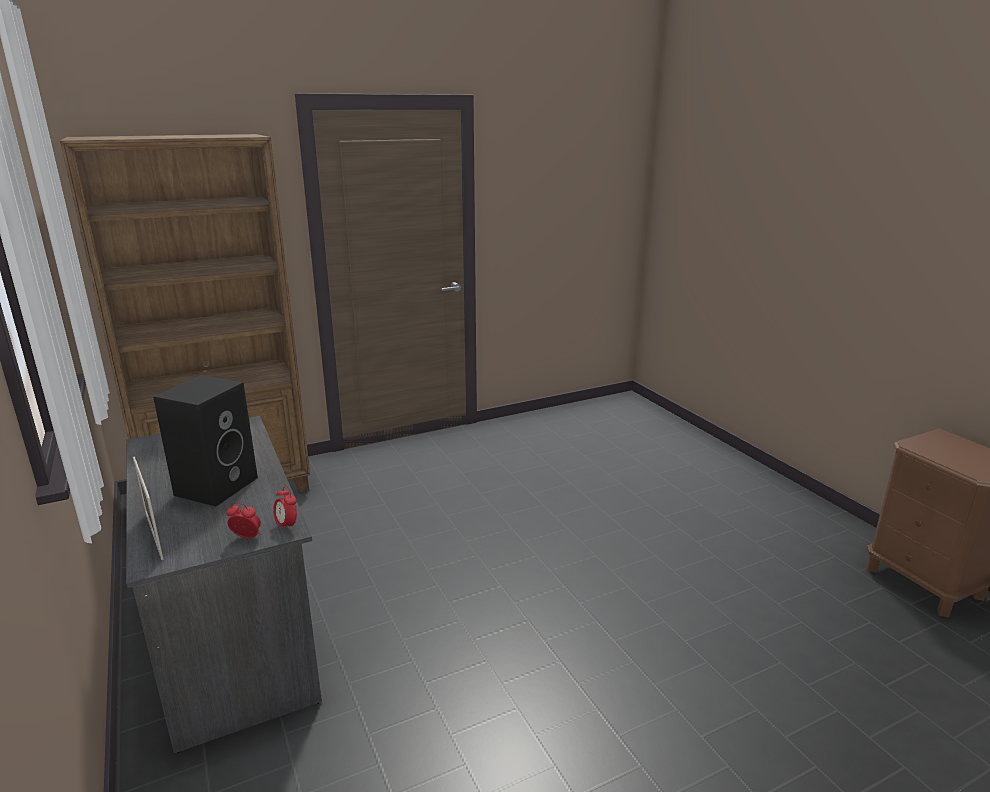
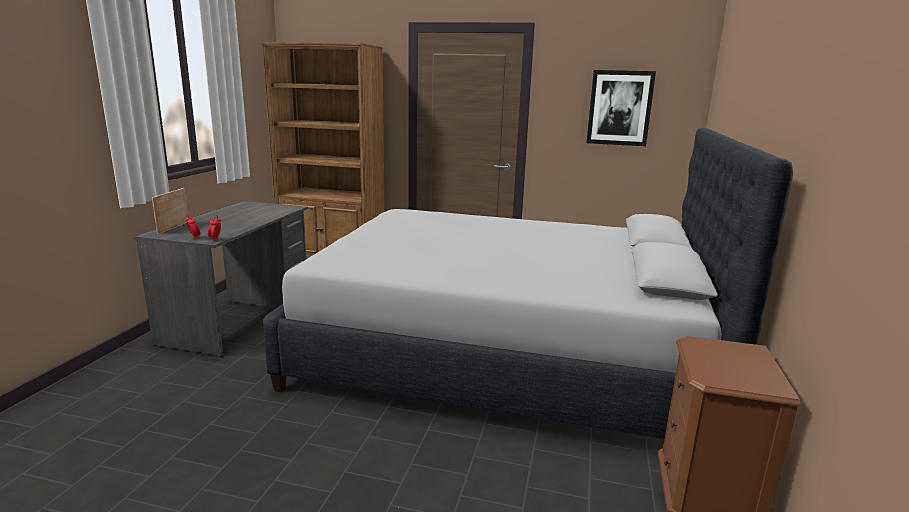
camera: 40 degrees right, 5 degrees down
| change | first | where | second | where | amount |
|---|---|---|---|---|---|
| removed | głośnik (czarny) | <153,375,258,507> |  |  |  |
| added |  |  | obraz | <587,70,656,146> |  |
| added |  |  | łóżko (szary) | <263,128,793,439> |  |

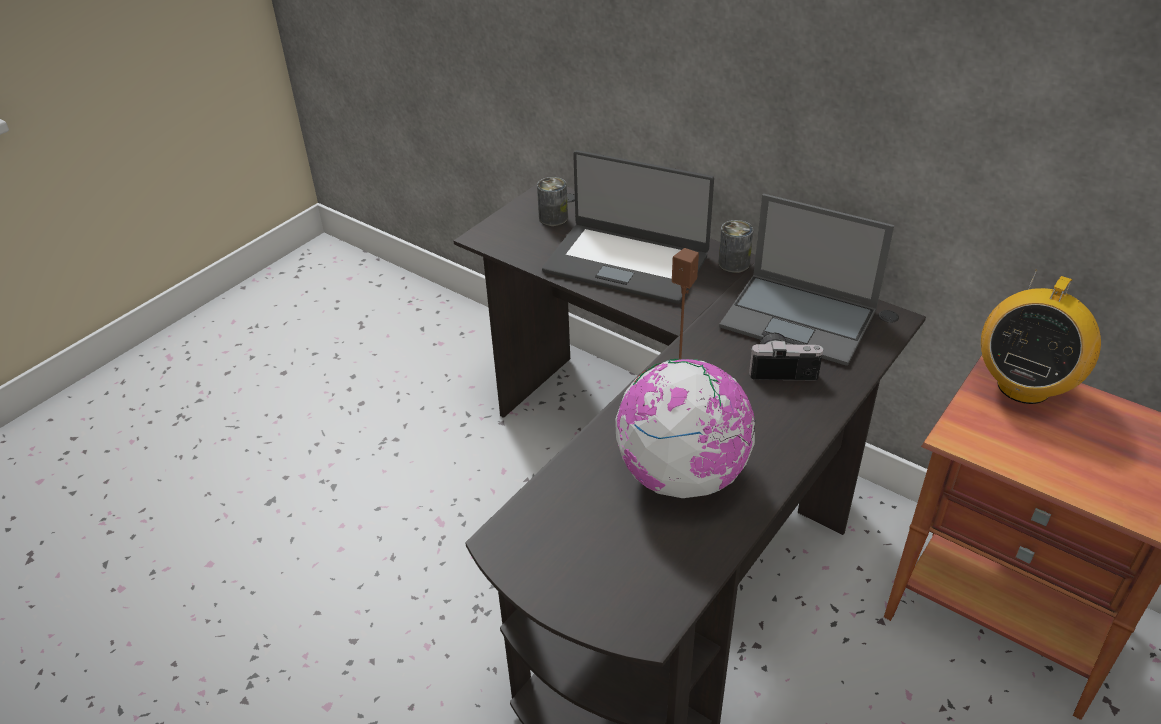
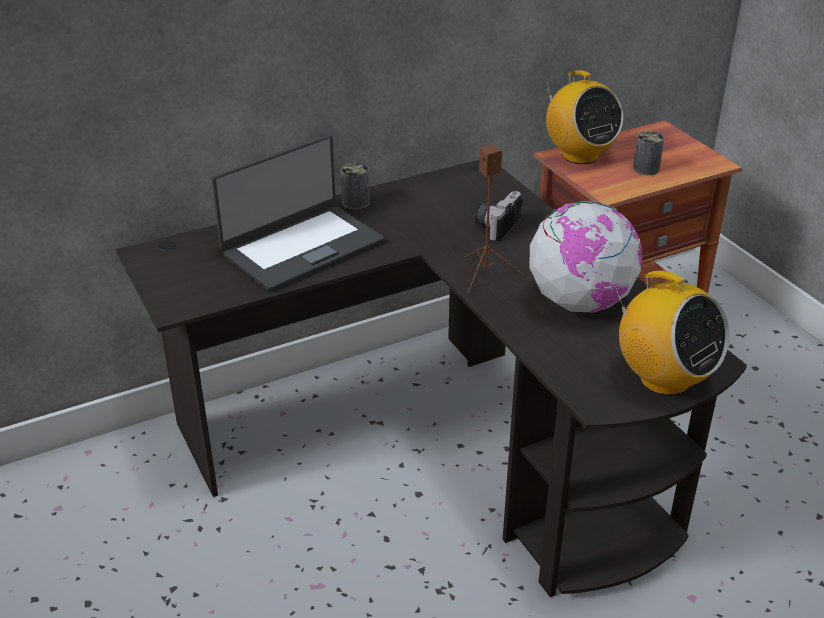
camera: 65 degrees left, 5 degrees down
| change | first | where | second | where | amount |
|---|---|---|---|---|---|
| moved | puszka | <537,177,568,226> |  | <633,131,664,175> |  |
| removed | laptop | <719,194,894,366> |  |  |  |
| added |  |  | radio | <615,271,729,396> |  |

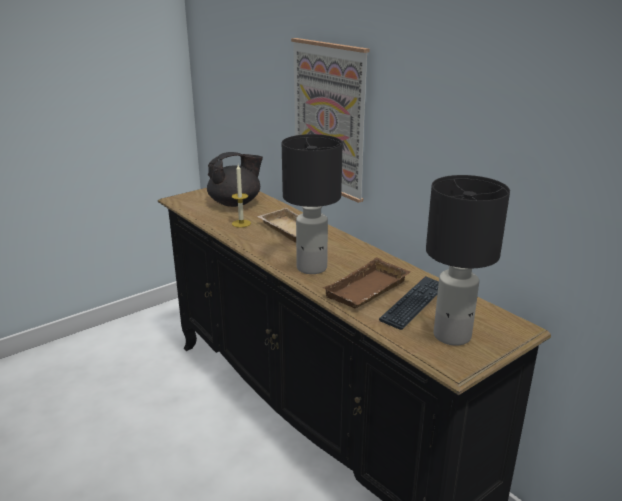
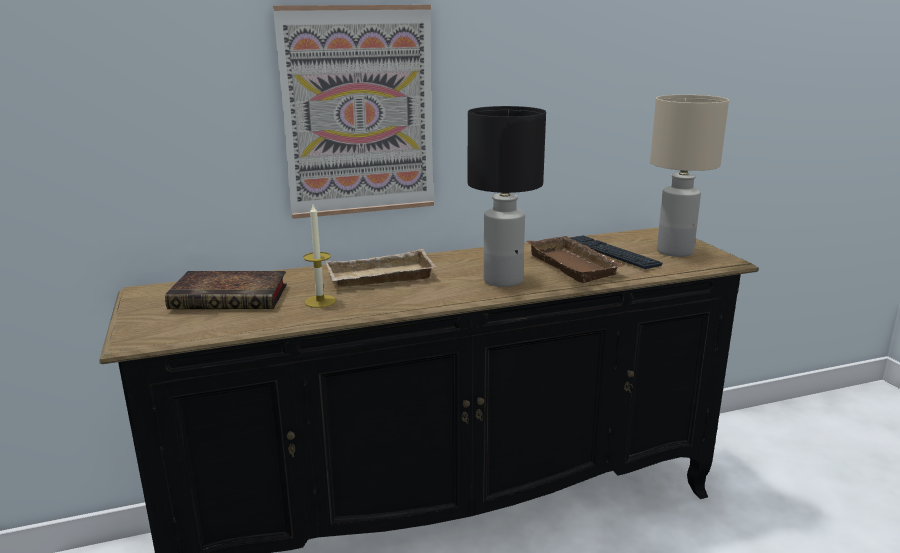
camera: 70 degrees left, 5 degrees down
| change | first | where | second | where | amount |
|---|---|---|---|---|---|
| replaced | imbryk (czarny) | <207,152,263,207> | książka | <165,271,287,309> |  |
| recoloured | lampa stołowa (czarny) | <426,175,510,346> | lampa stołowa (beżowy) | <650,95,729,257> |  |

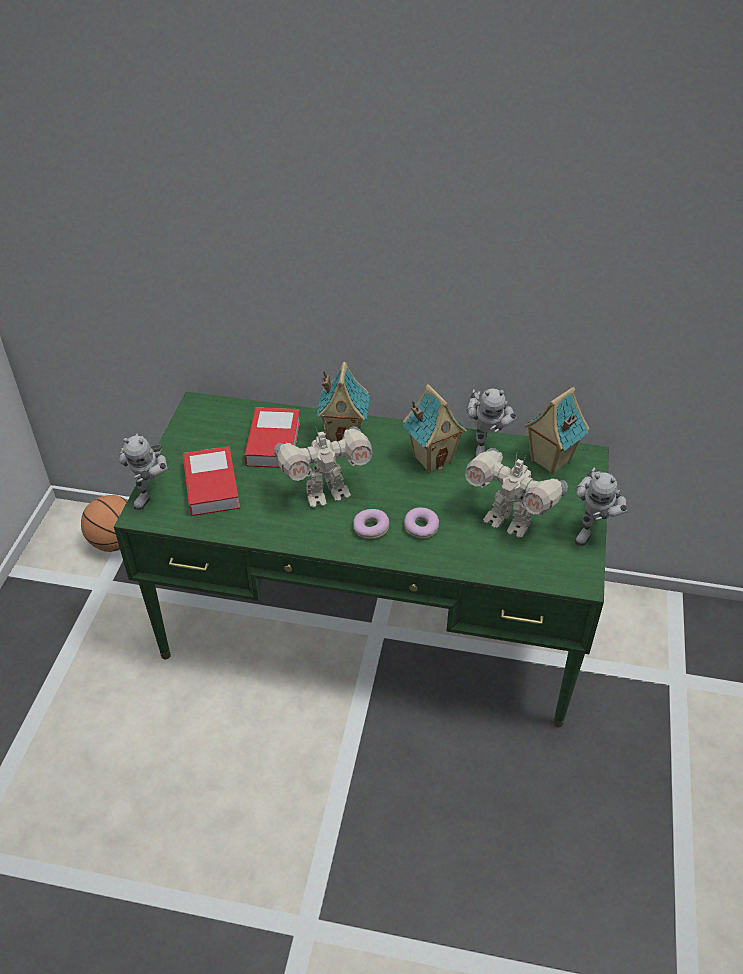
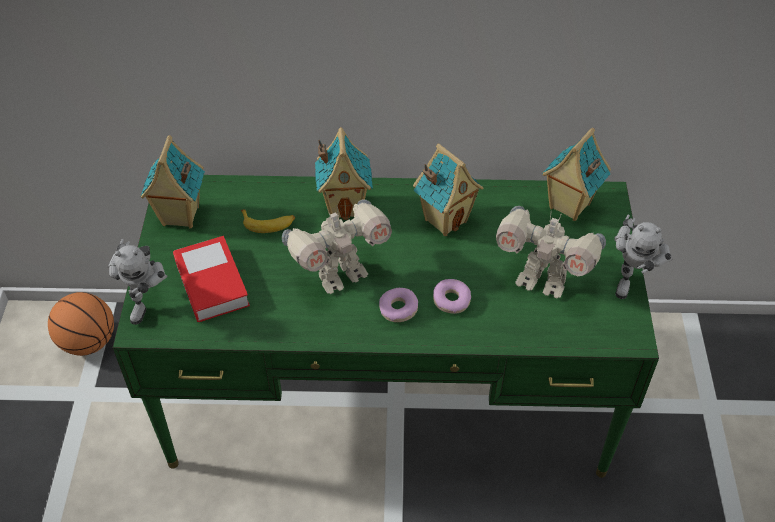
camera: 10 degrees left, 5 degrees up
| change | first | where | second | where | amount |
|---|---|---|---|---|---|
| removed | robot zabawkowy | <466,389,517,457> |  |  |  |
| replaced | książka | <244,407,300,468> | banan | <241,209,295,233> |  |
| added |  |  | domek | <141,135,205,228> |  |

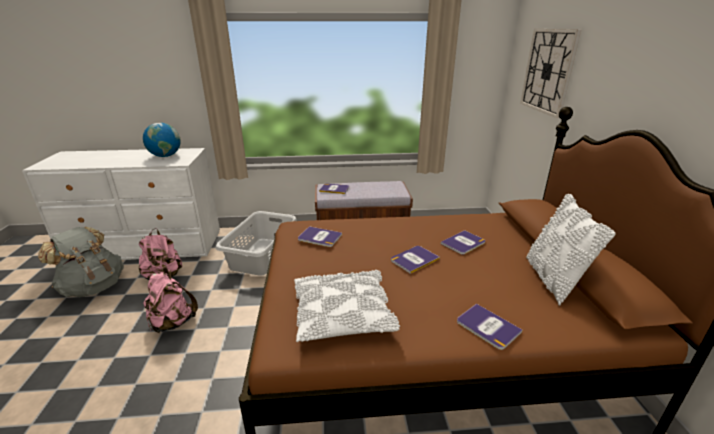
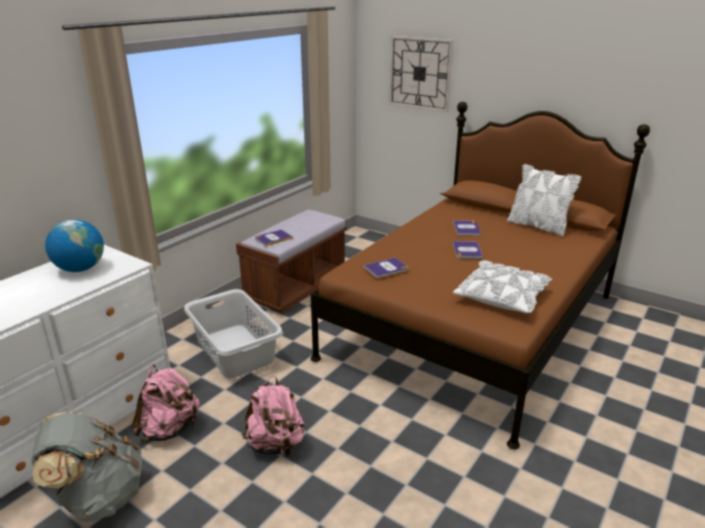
camera: 50 degrees left, 0 degrees up
| change | first | where | second | where | amount |
|---|---|---|---|---|---|
| removed | książka | <457,304,522,350> |  |  |  |

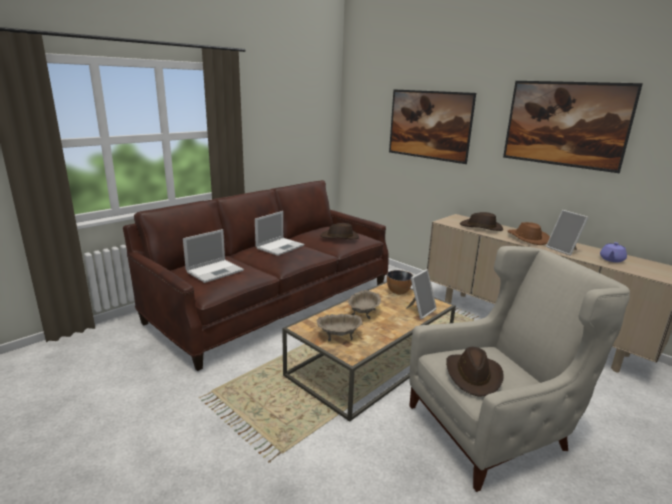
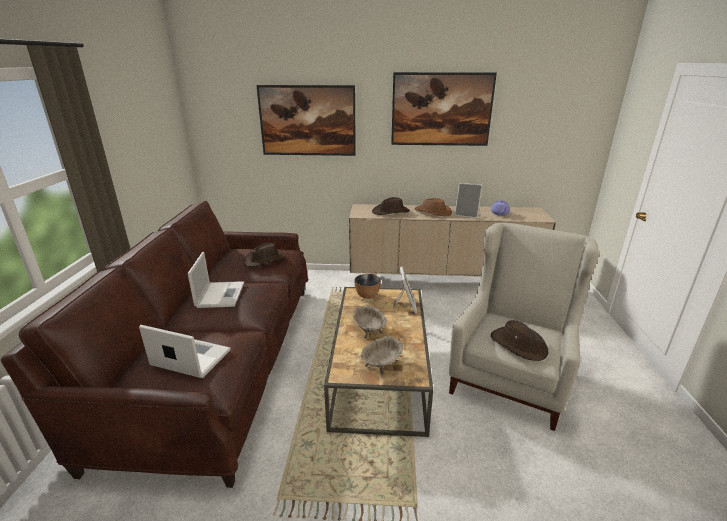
camera: 40 degrees left, 5 degrees up
| change | first | where | second | where | amount |
|---|---|---|---|---|---|
| turned | laptop | <183,229,244,283> |  | <139,325,231,378> | 75 degrees counterclockwise |

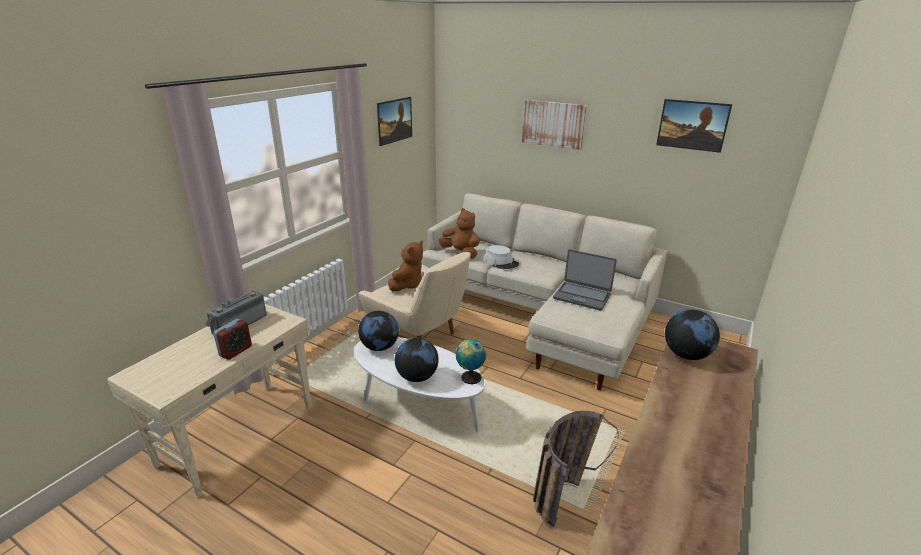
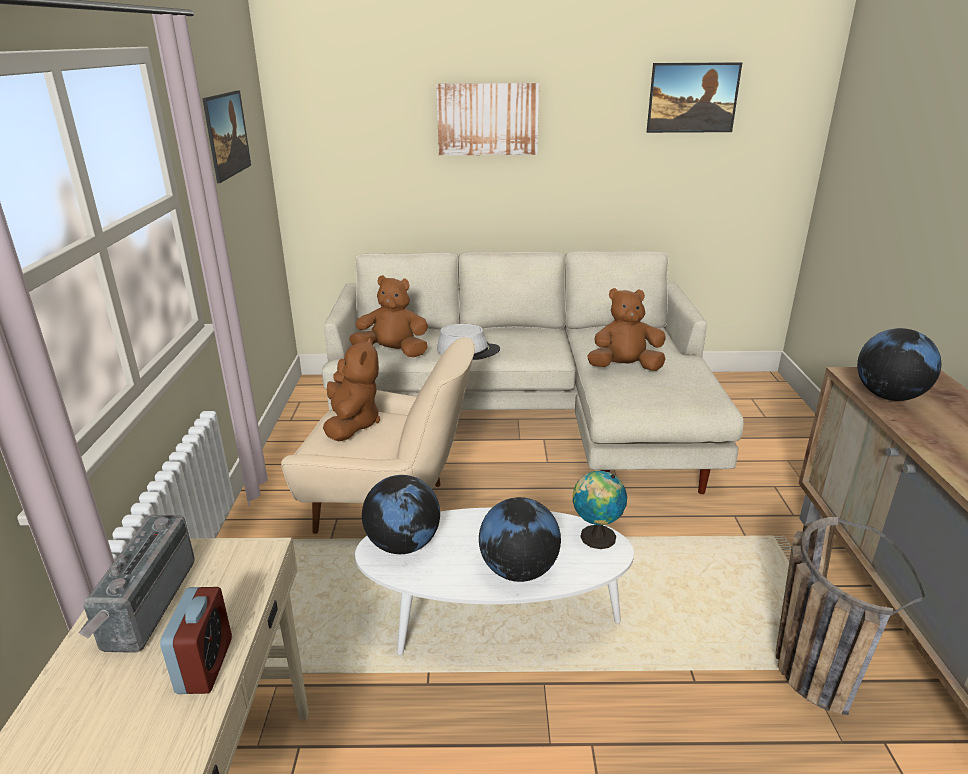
camera: 30 degrees left, 0 degrees up
| change | first | where | second | where | amount |
|---|---|---|---|---|---|
| replaced | laptop | <553,249,617,311> | pluszak (brązowy) | <587,288,666,371> |  |

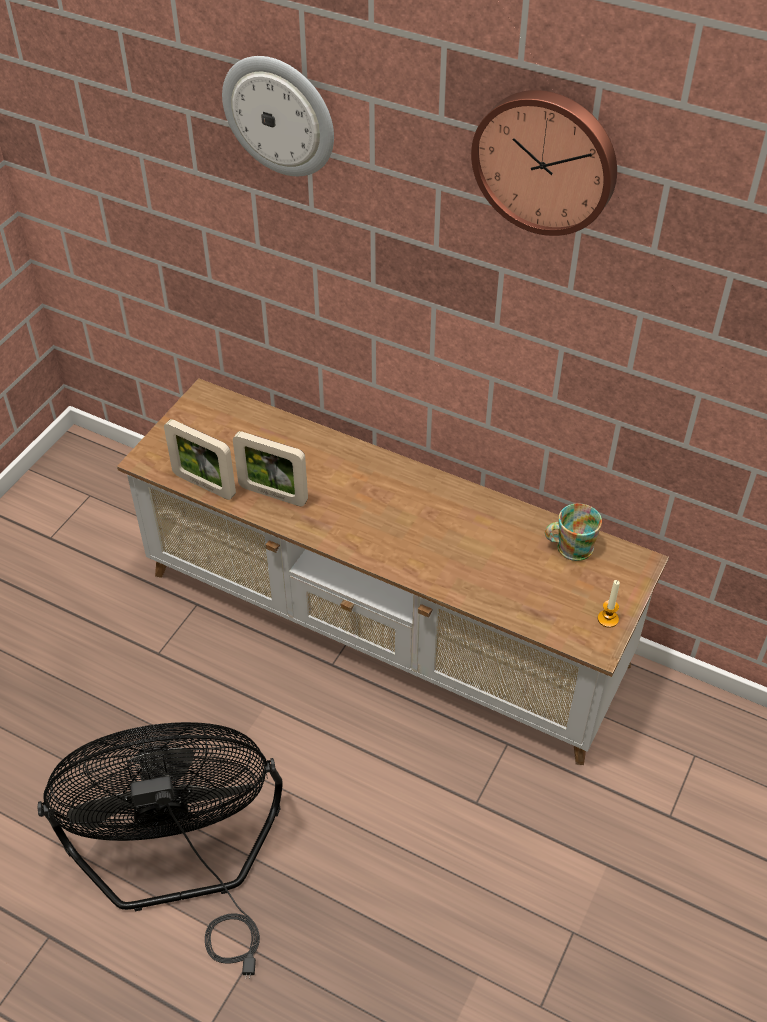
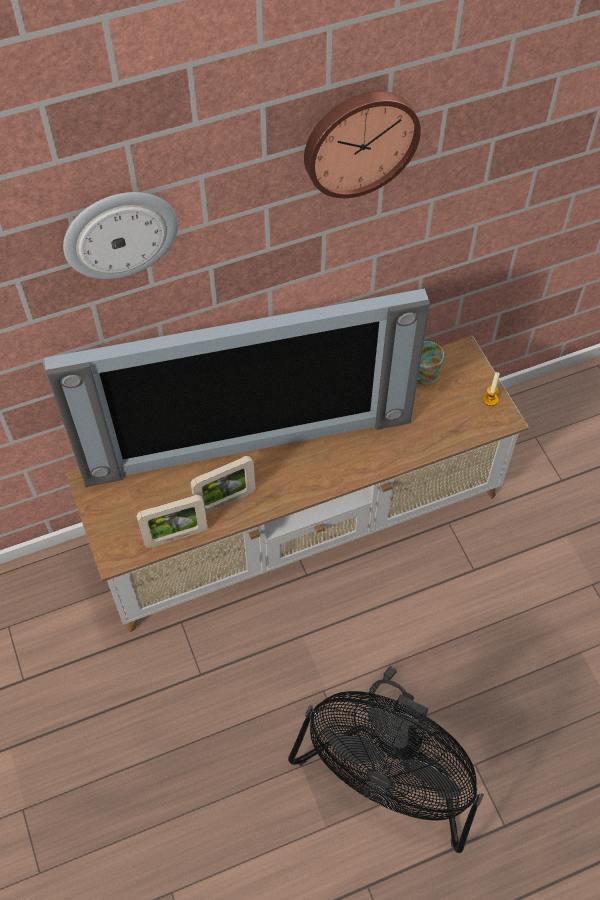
camera: 50 degrees left, 10 degrees up
| change | first | where | second | where | amount |
|---|---|---|---|---|---|
| turned | wentylator (czarny) | <38,722,283,975> |  | <288,665,483,853> | 90 degrees counterclockwise |
| added |  |  | telewizor | <44,289,430,487> |  |

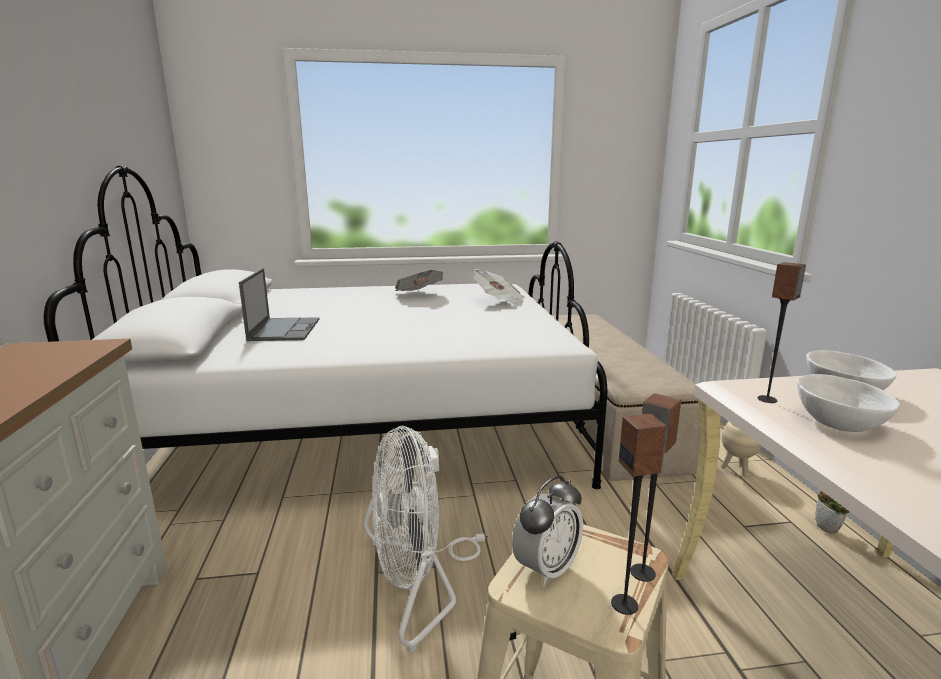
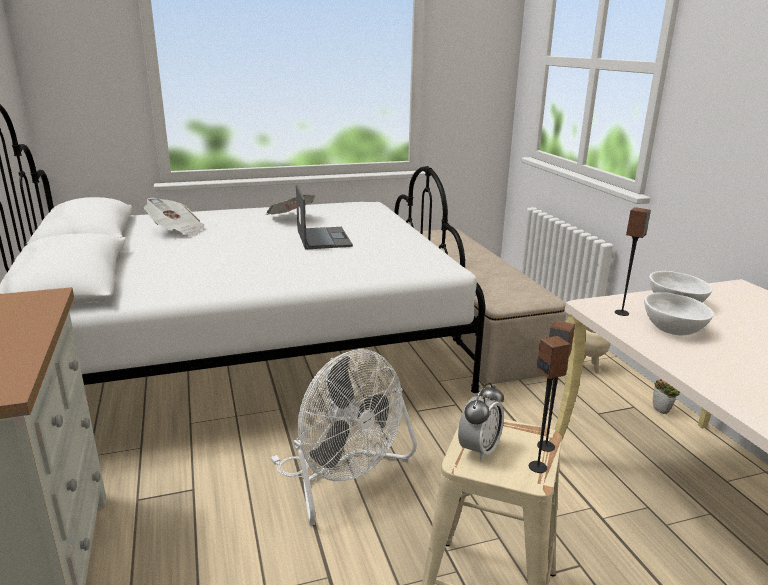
camera: 10 degrees left, 5 degrees up
| change | first | where | second | where | amount |
|---|---|---|---|---|---|
| moved | laptop | <239,268,319,341> |  | <296,185,353,250> |  |
| moved | gazeta | <474,269,525,307> |  | <144,198,204,237> |  |
| turned | wentylator (biały) | <364,426,488,653> |  | <271,349,417,526> | 105 degrees counterclockwise |

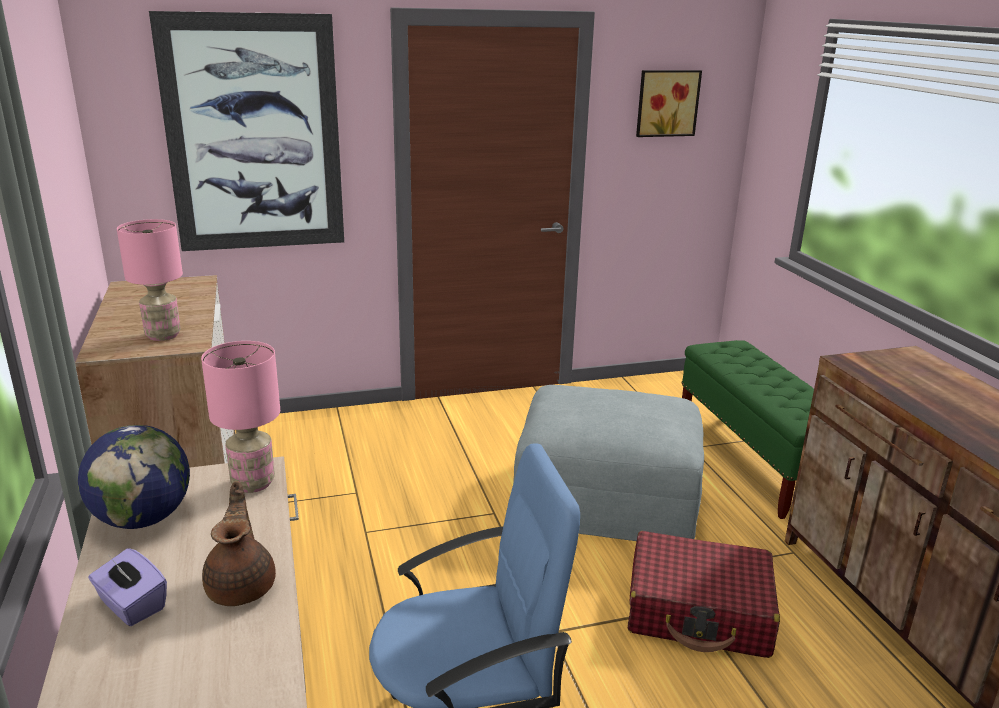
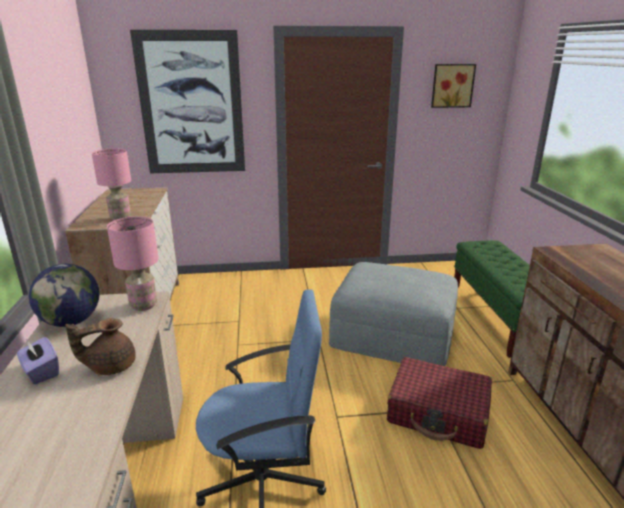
camera: 10 degrees right, 0 degrees up
| change | first | where | second | where | amount |
|---|---|---|---|---|---|
| turned | imbryk (brązowy) | <202,481,276,606> |  | <65,318,136,375> | 120 degrees counterclockwise |

